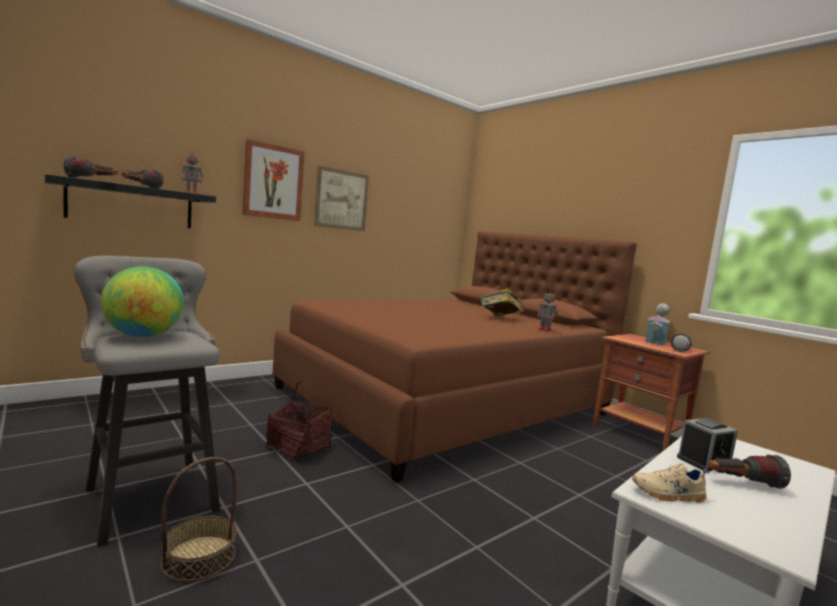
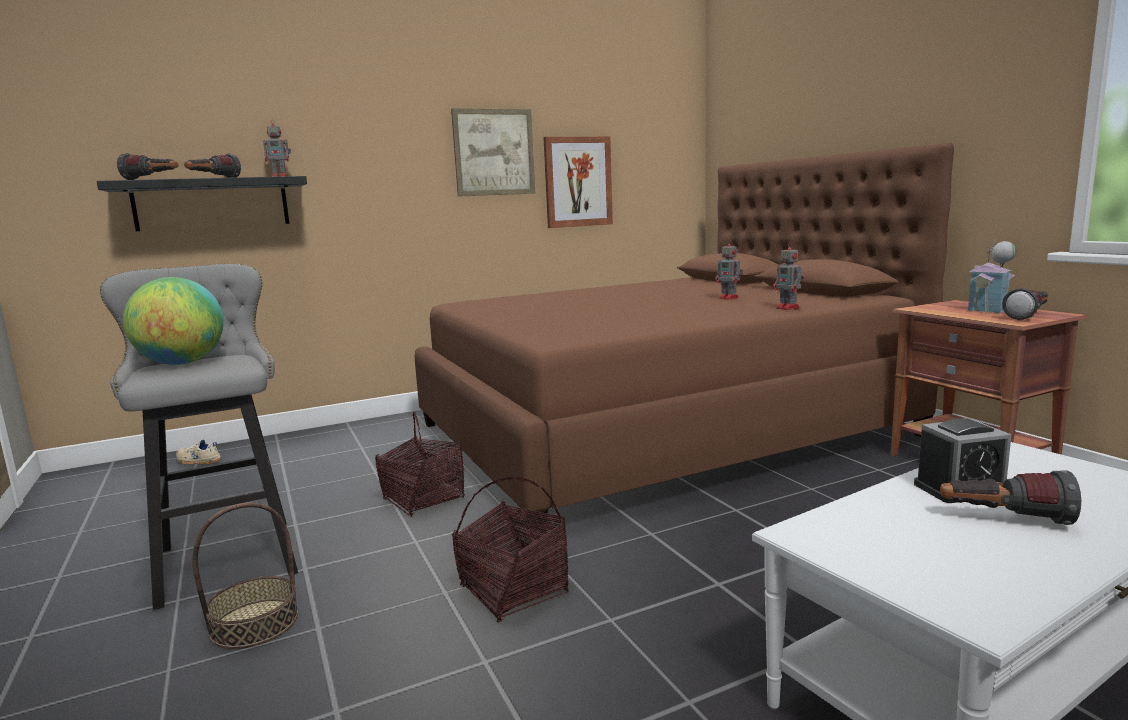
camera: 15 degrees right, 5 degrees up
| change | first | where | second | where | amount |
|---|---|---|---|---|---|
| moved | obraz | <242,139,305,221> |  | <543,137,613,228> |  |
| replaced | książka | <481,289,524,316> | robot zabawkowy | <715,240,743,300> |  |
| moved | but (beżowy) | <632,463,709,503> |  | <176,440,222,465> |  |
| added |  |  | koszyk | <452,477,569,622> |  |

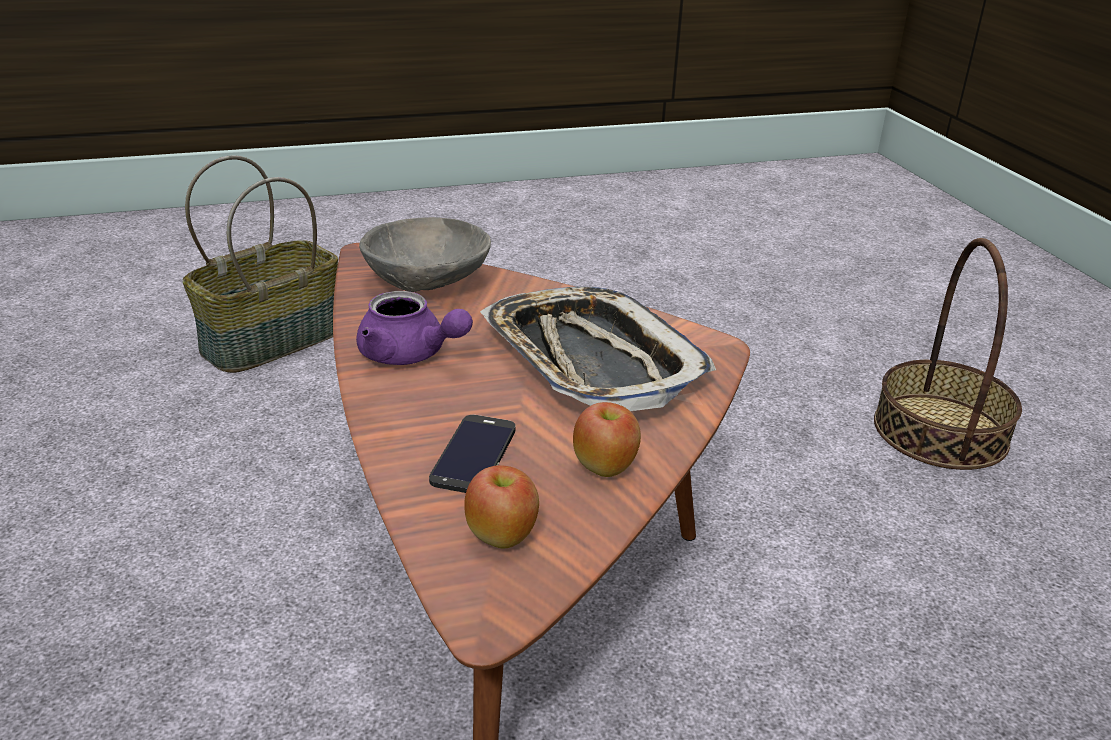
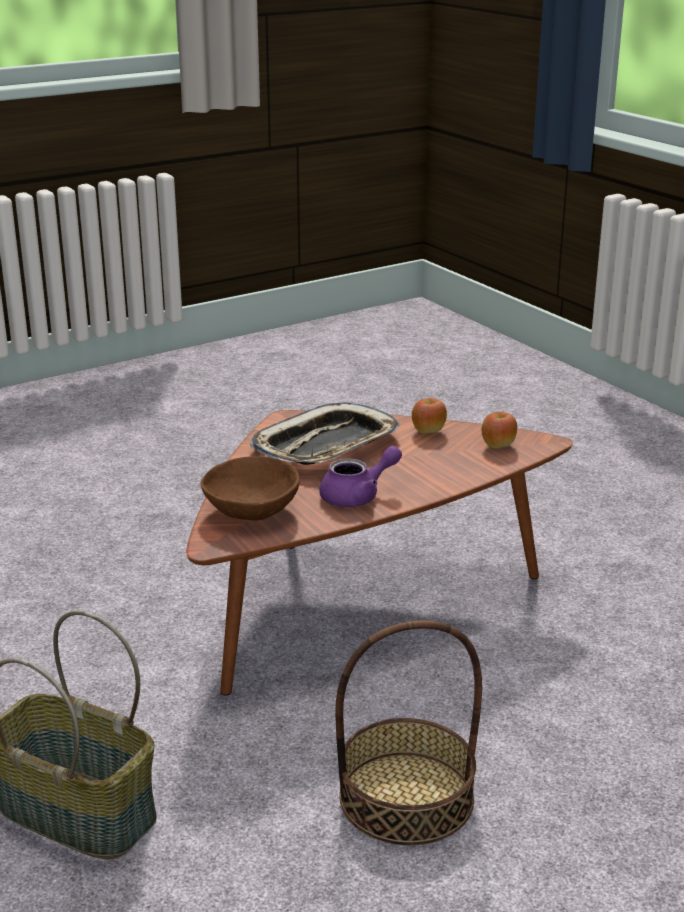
camera: 105 degrees left, 5 degrees down
| change | first | where | second | where | amount |
|---|---|---|---|---|---|
| recoloured | miska (szary) | <359,217,491,292> | miska (brązowy) | <200,456,300,521> |  |
| moved | koszyk | <874,238,1022,470> |  | <335,620,482,845> |  |
| turned | imbryk (fioletowy) | <356,291,473,365> |  | <319,445,402,507> | 45 degrees clockwise |
| removed | telefon | <429,415,516,493> |  |  |  |

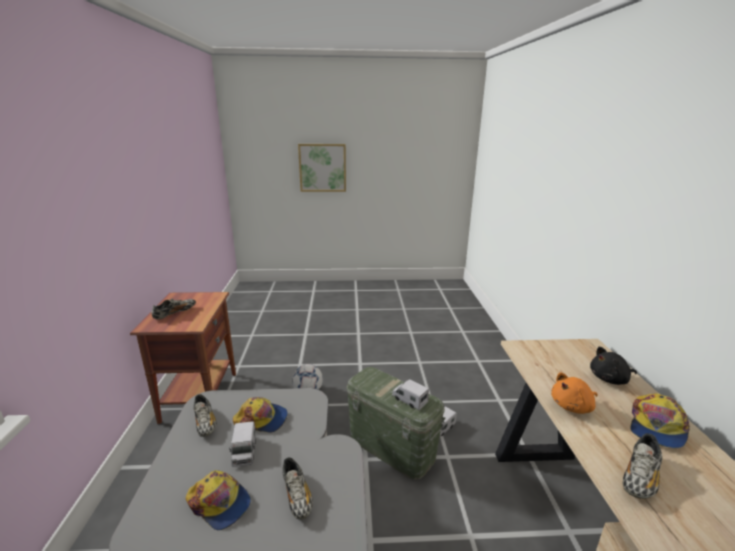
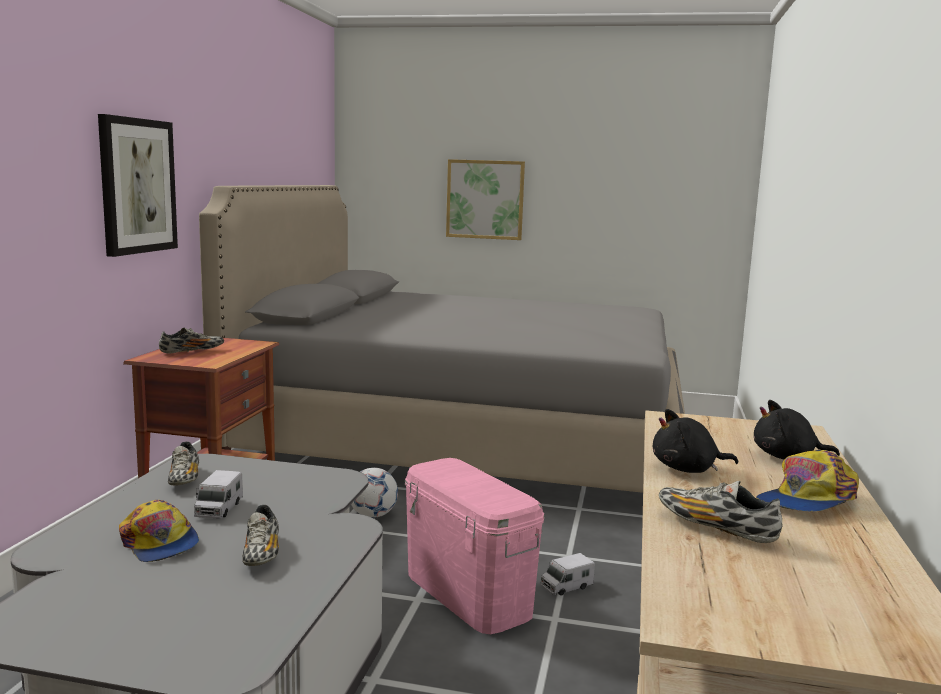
camera: 15 degrees right, 10 degrees down
| change | first | where | second | where | amount |
|---|---|---|---|---|---|
| recoloured | pojemnik do przechowywania (zielony) | <347,367,446,480> | pojemnik do przechowywania (różowy) | <405,458,544,634> |  |
| recoloured | pluszak (pomarańczowy) | <551,372,598,414> | pluszak (czarny) | <653,409,738,473> |  |
| removed | ciężarówka zabawkowa | <392,379,429,410> |  |  |  |
| removed | czapka z daszkiem | <233,397,288,433> |  |  |  |
| turned | but | <622,433,662,499> |  | <659,481,782,543> | 75 degrees clockwise |
| added |  |  | obraz | <98,114,178,257> |  |
| added |  |  | łóżko (szary) | <199,185,685,493> |  |

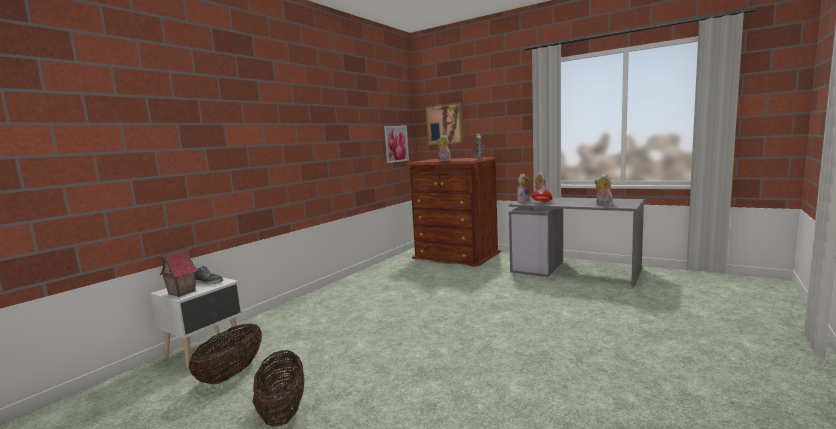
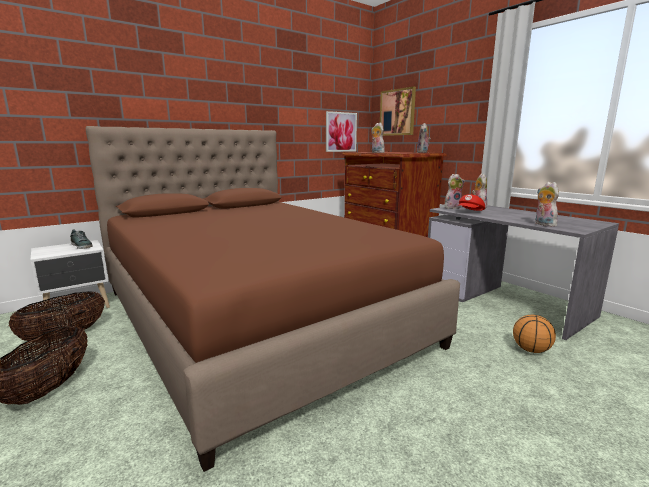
camera: 20 degrees right, 5 degrees up
| change | first | where | second | where | amount |
|---|---|---|---|---|---|
| removed | domek | <158,247,198,297> |  |  |  |
| added |  |  | łóżko (brązowy) | <86,126,460,472> |  |
| added |  |  | piłka do koszykówki | <513,315,556,353> |  |

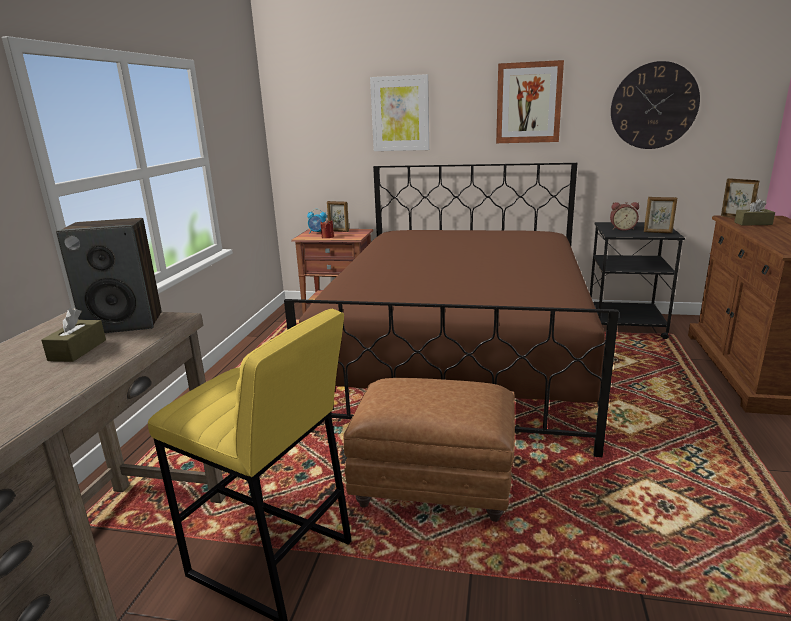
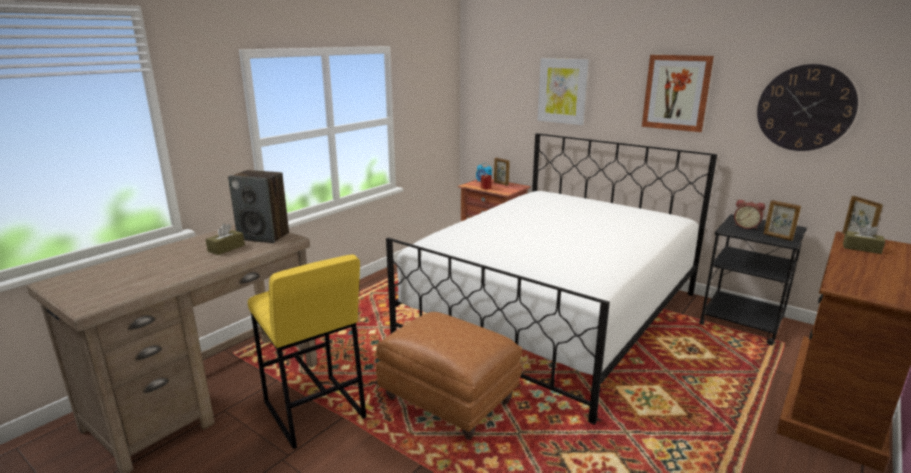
camera: 25 degrees right, 0 degrees up
| change | first | where | second | where | amount |
|---|---|---|---|---|---|
| recoloured | łóżko (brązowy) | <284,163,619,457> | łóżko (biały) | <386,133,717,425> |  |

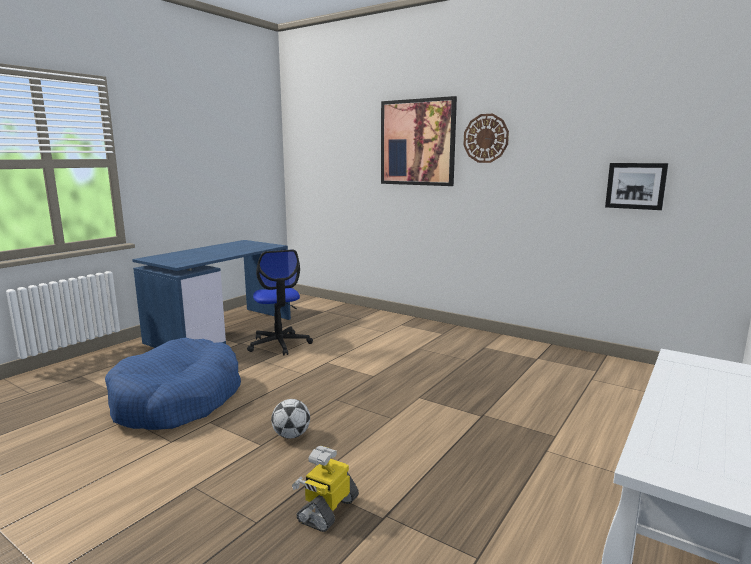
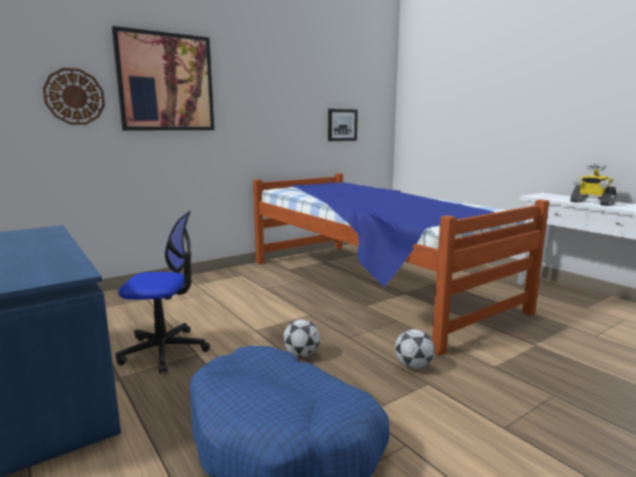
camera: 70 degrees left, 0 degrees up
| change | first | where | second | where | amount |
|---|---|---|---|---|---|
| moved | zegar ścienny | <463,114,509,163> |  | <43,68,105,125> |  |
| moved | robot zabawkowy | <292,446,359,532> |  | <570,163,617,206> |  |
| added |  |  | łóżko | <253,173,549,356> |  |
| added |  |  | piłka futbolowa | <283,319,320,357> |  |

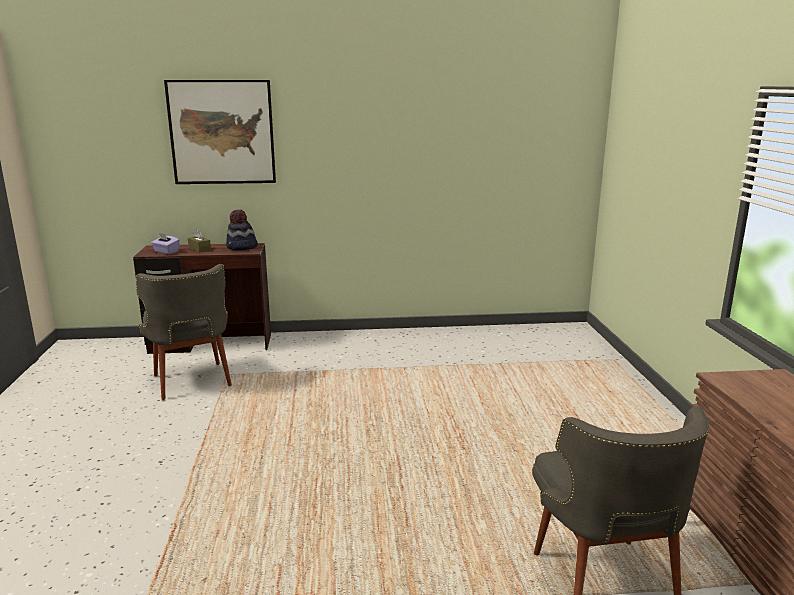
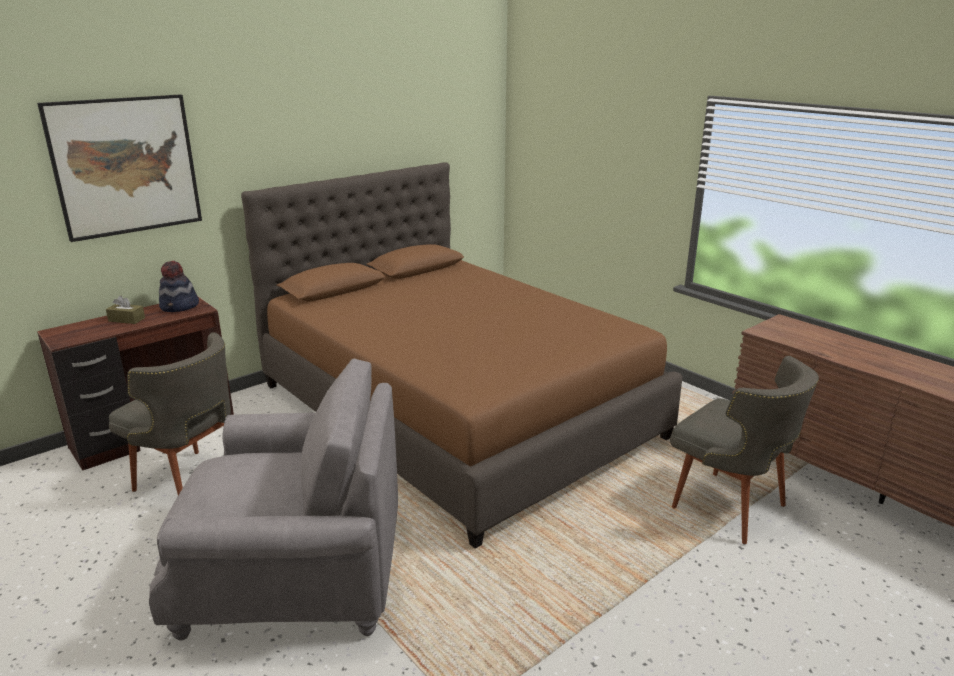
camera: 35 degrees left, 5 degrees up
| change | first | where | second | where | amount |
|---|---|---|---|---|---|
| removed | pudełko chusteczek (fioletowy) | <151,233,180,254> |  |  |  |
| added |  |  | łóżko (brązowy) | <241,162,683,549> |  |
| added |  |  | fotel (szary) | <149,359,398,641> |  |

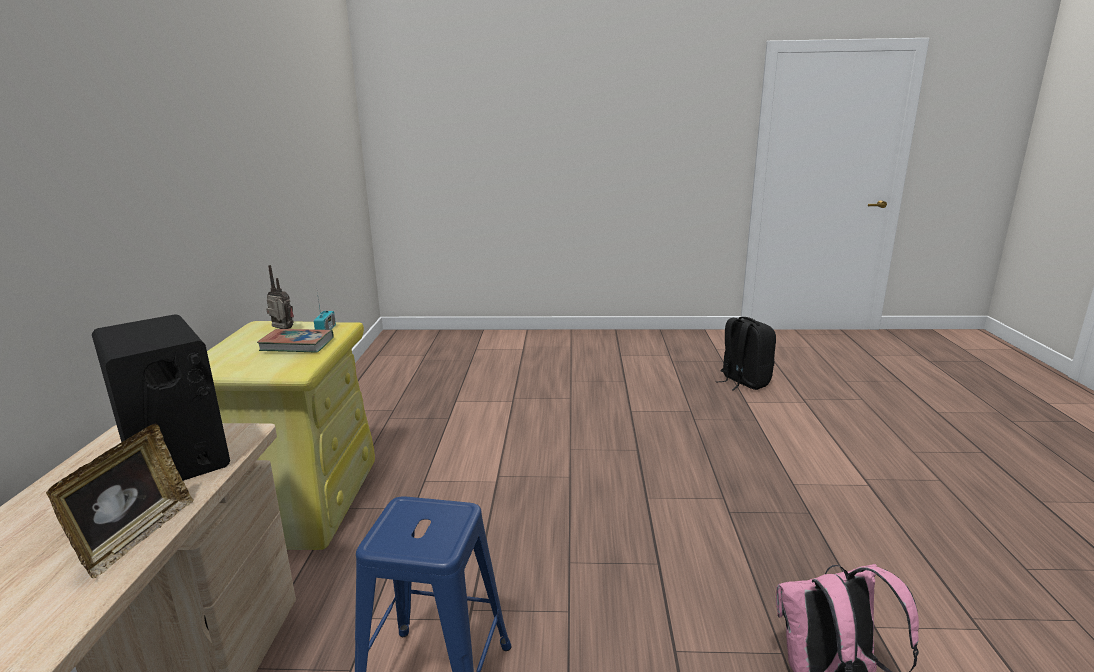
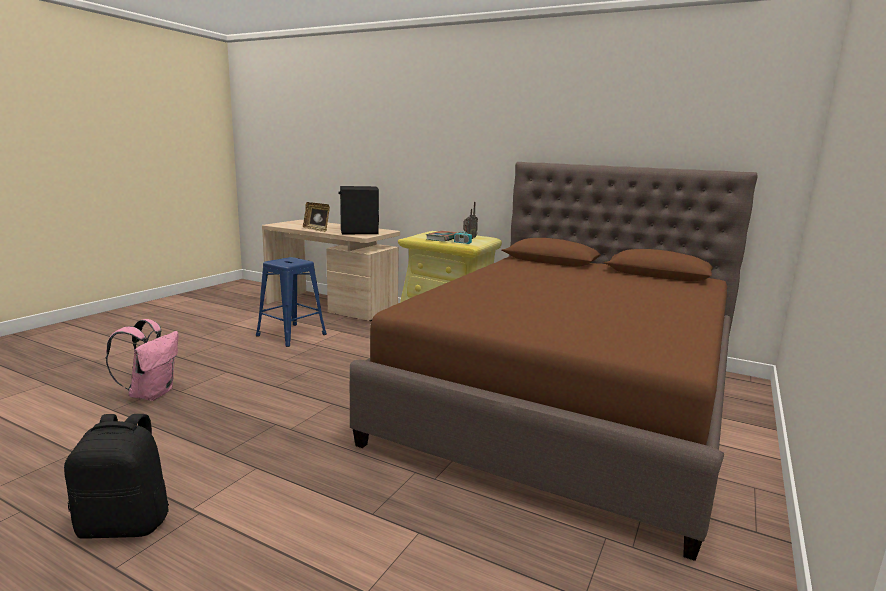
camera: 115 degrees right, 5 degrees down
| change | first | where | second | where | amount |
|---|---|---|---|---|---|
| moved | plecak (czarny) | <716,317,776,391> |  | <64,414,169,539> |  |
| added |  |  | łóżko (brązowy) | <350,162,758,561> |  |

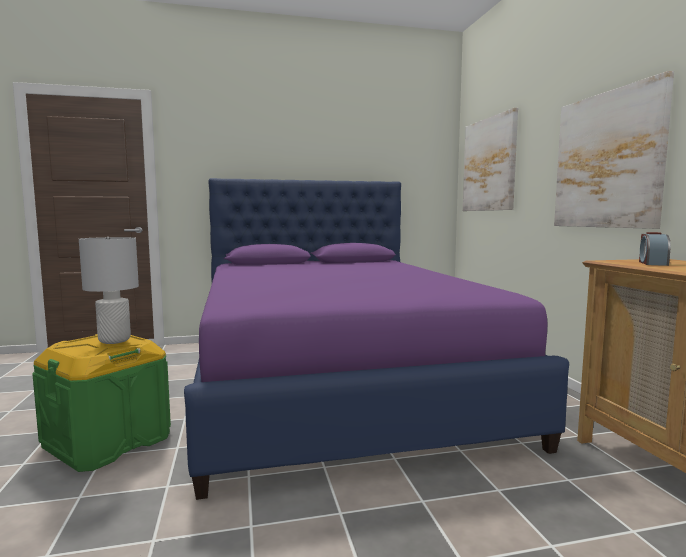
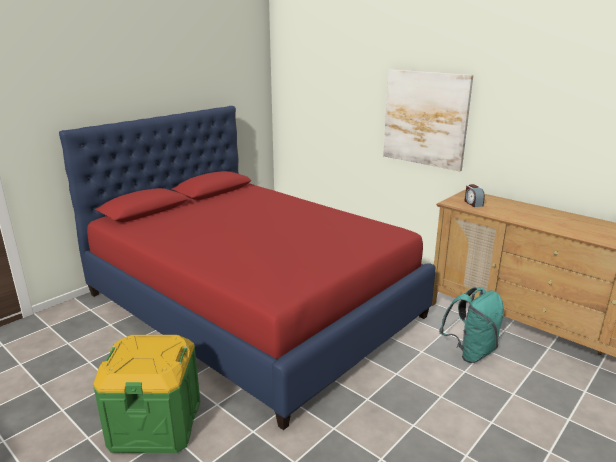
camera: 35 degrees left, 15 degrees up
| change | first | where | second | where | amount |
|---|---|---|---|---|---|
| removed | obraz | <463,108,518,211> |  |  |  |
| recoloured | łóżko (fioletowy) | <184,178,569,500> | łóżko (czerwony) | <59,106,436,430> |  |
| removed | lampa stołowa (szary) | <79,237,139,344> |  |  |  |
| added |  |  | plecak (turkusowy) | <439,287,504,363> |  |

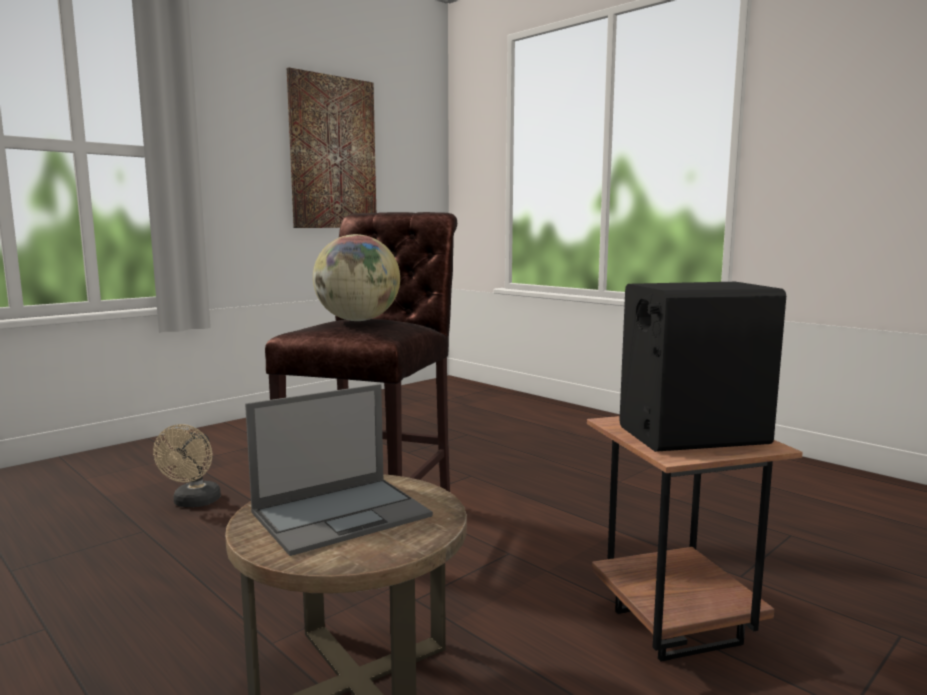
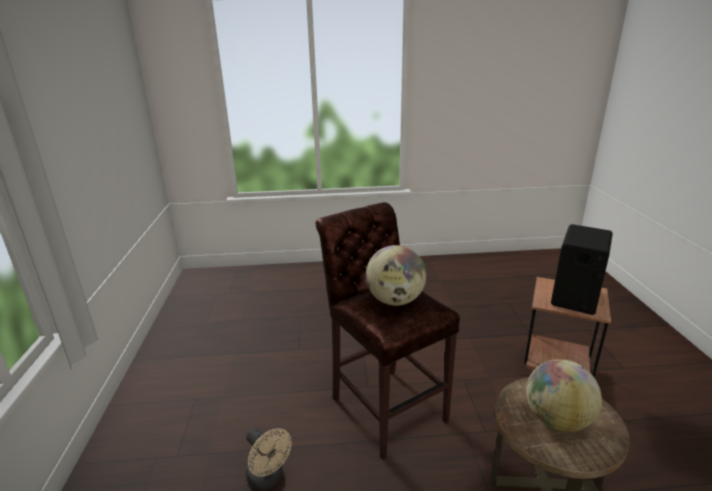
camera: 50 degrees left, 15 degrees up
| change | first | where | second | where | amount |
|---|---|---|---|---|---|
| removed | obraz | <287,67,376,228> |  |  |  |
| replaced | laptop | <245,384,433,556> | globus | <526,359,602,432> |  |

